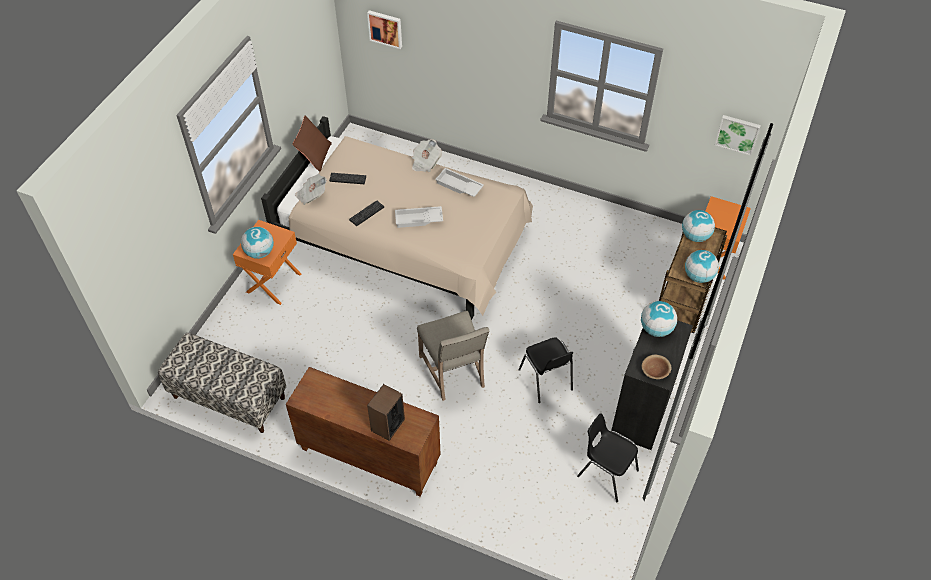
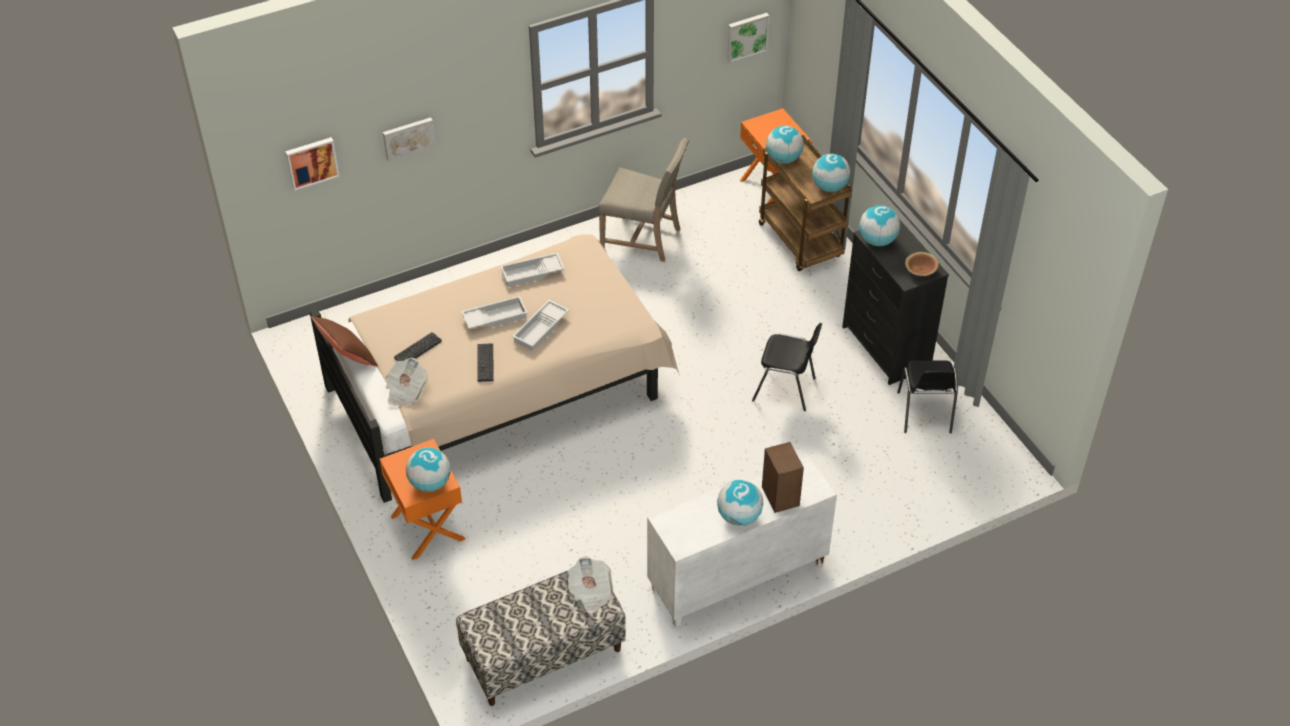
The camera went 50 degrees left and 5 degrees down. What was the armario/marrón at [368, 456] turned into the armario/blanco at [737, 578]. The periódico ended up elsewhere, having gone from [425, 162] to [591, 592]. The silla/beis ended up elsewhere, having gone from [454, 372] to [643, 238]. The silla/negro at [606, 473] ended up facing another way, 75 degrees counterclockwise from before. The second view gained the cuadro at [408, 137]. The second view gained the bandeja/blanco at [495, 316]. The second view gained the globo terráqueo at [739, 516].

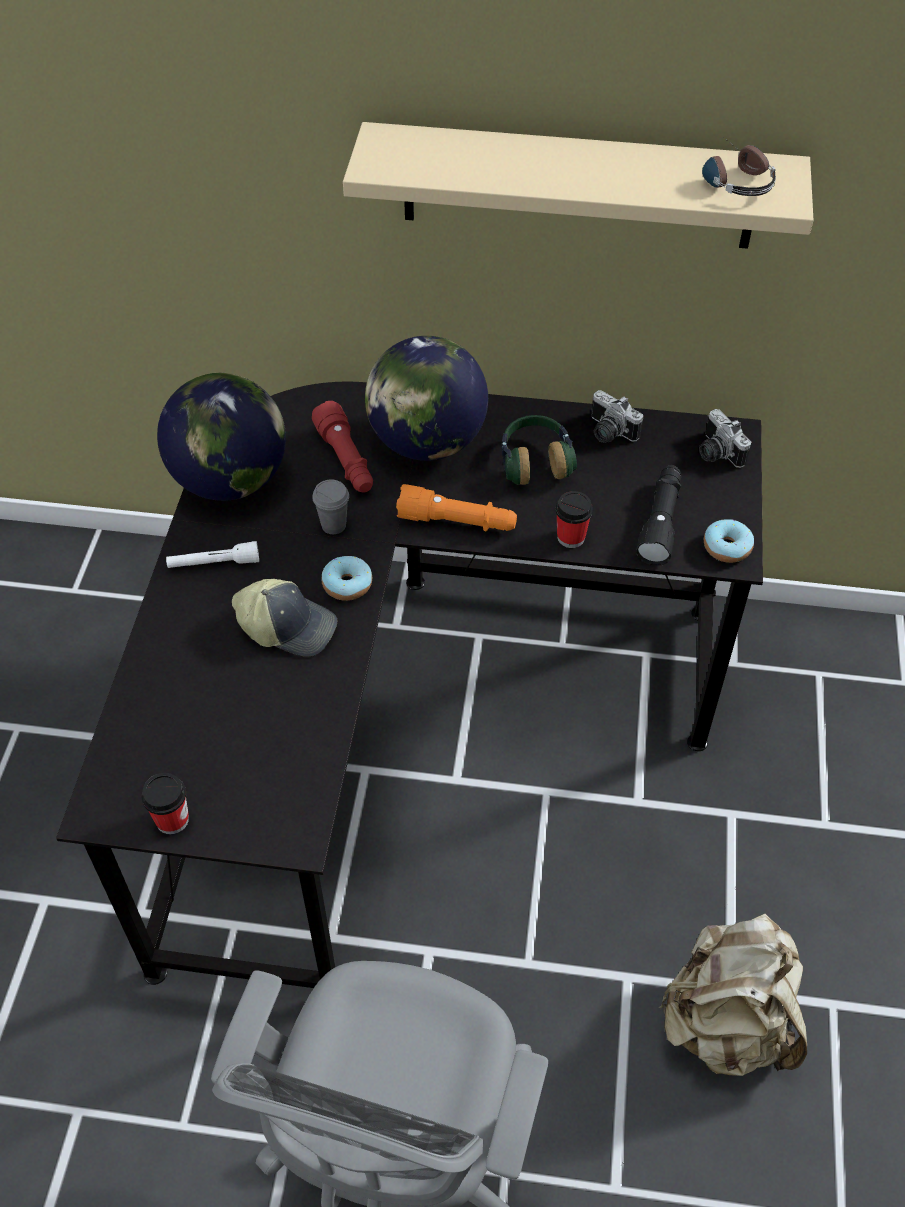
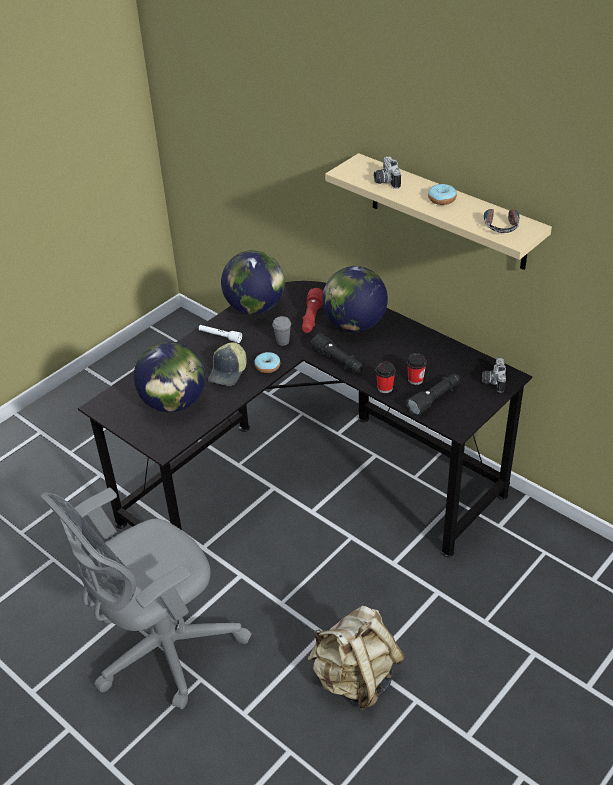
The camera went 35 degrees right and 10 degrees down. The taza ended up elsewhere, having gone from [172, 819] to [415, 379]. The gorra at [288, 626] ended up facing another way, 60 degrees clockwise from before. What was the linterna/naranja at [457, 522] turned into the linterna/negro at [338, 361]. The second view lost the auriculares at [535, 461]. The cámara ended up elsewhere, having gone from [608, 432] to [385, 181]. The rosquilla ended up elsewhere, having gone from [727, 547] to [441, 199]. The second view gained the globo terráqueo at [173, 403].

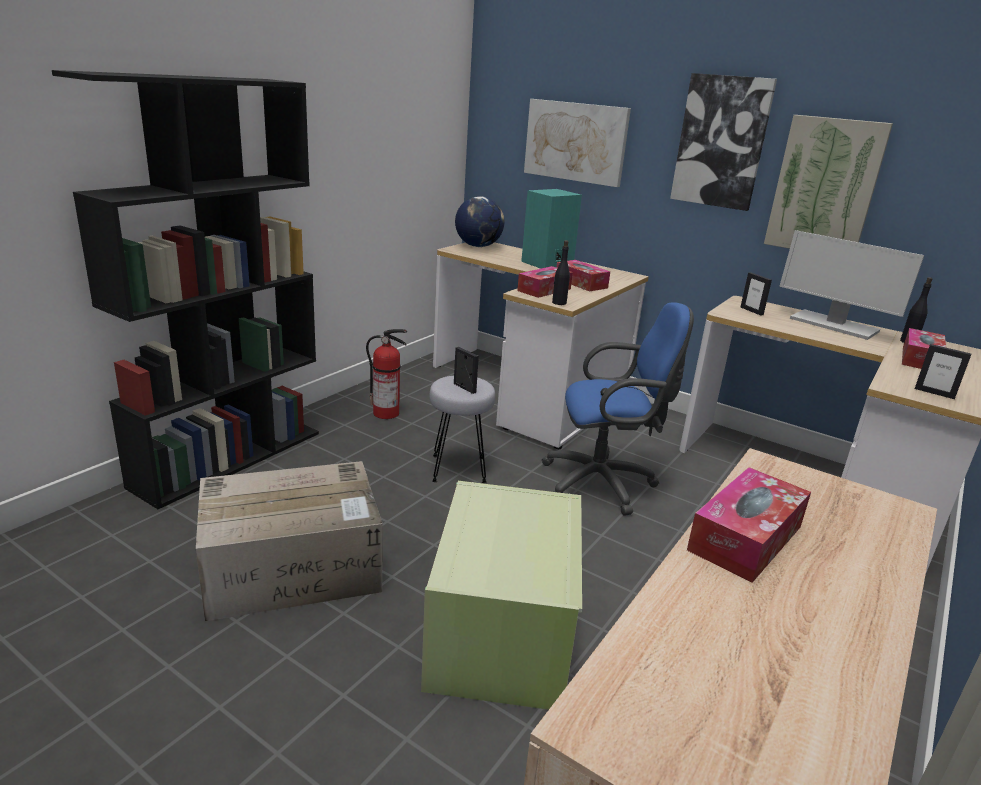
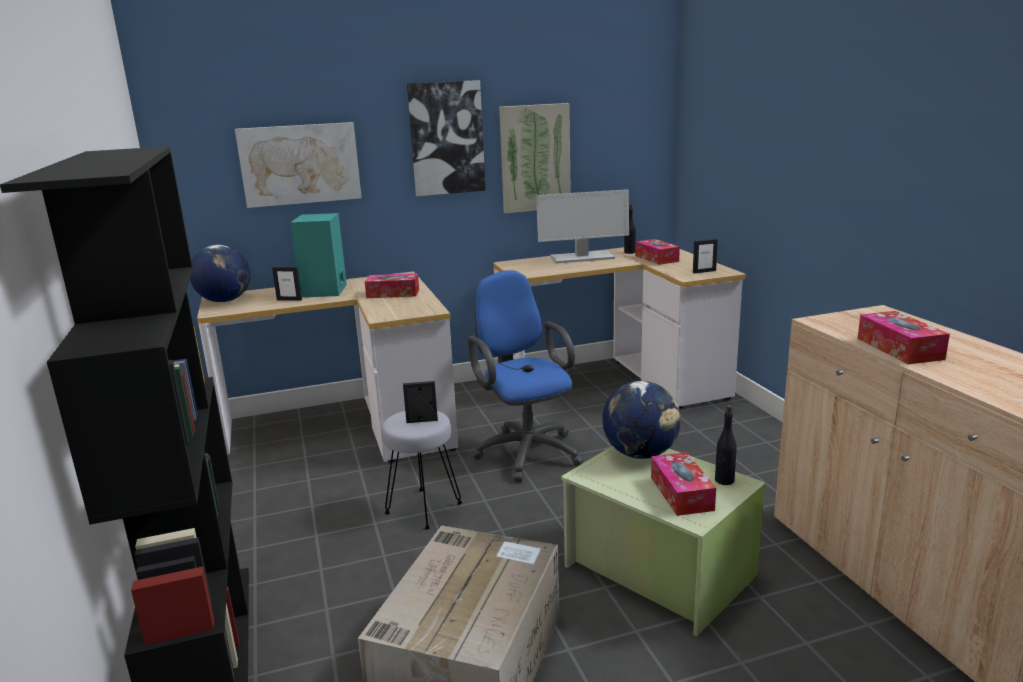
The camera went 50 degrees left and 5 degrees down. The second view lost the extintor at [387, 413]. The caja de pañuelos ended up elsewhere, having gone from [544, 290] to [681, 493]. The silla de oficina/azul at [604, 484] ended up facing another way, 60 degrees counterclockwise from before. The botella/negro ended up elsewhere, having gone from [559, 303] to [724, 480]. The portarretratos ended up elsewhere, having gone from [751, 311] to [289, 299]. The second view gained the globo terráqueo at [641, 454].

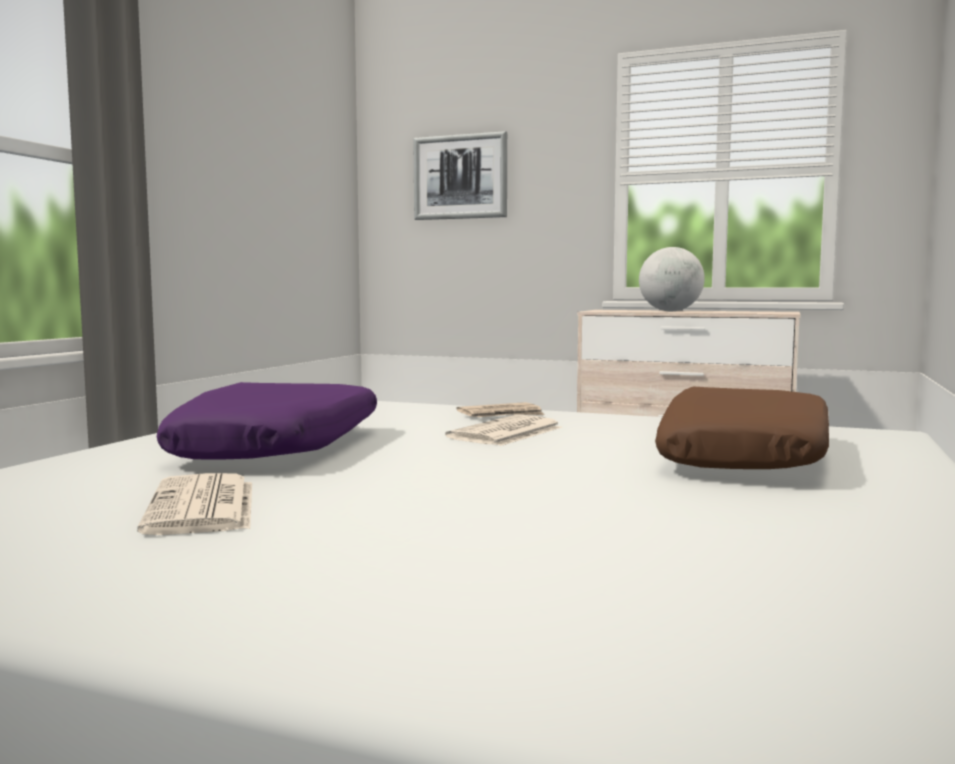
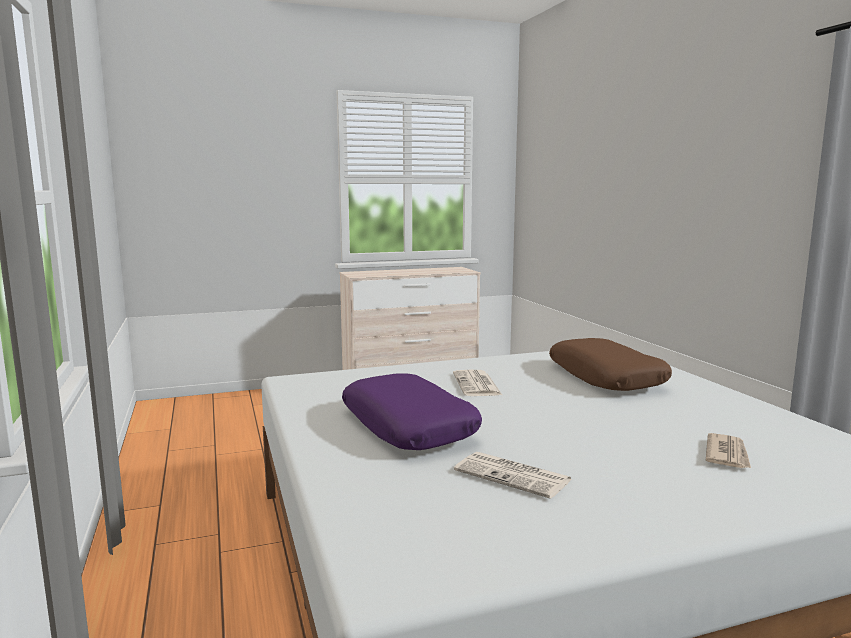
The camera went 40 degrees left and 5 degrees up. The second view lost the cuadro at [460, 177]. The periódico ended up elsewhere, having gone from [501, 415] to [727, 454]. The second view lost the globo terráqueo at [670, 311].

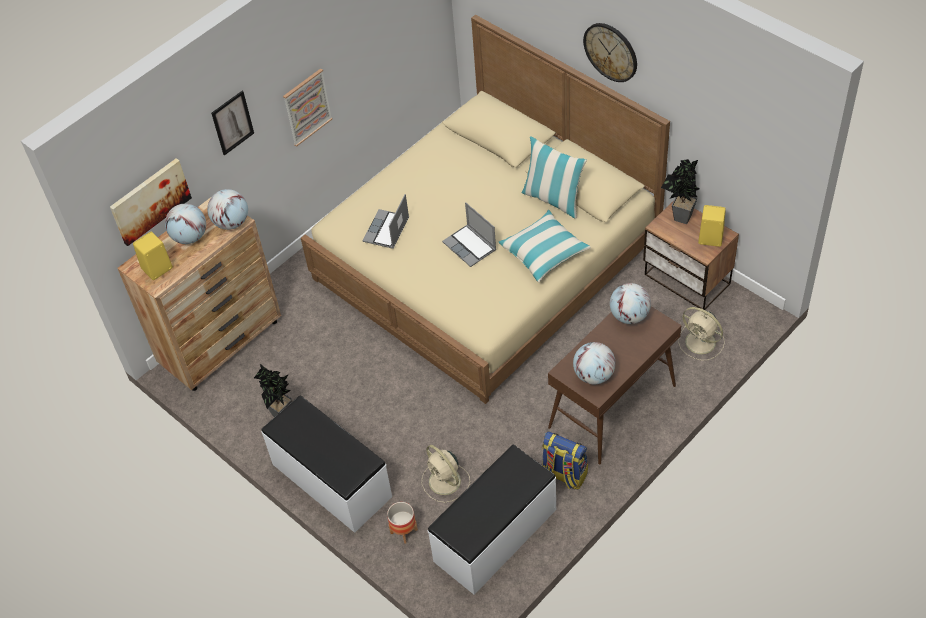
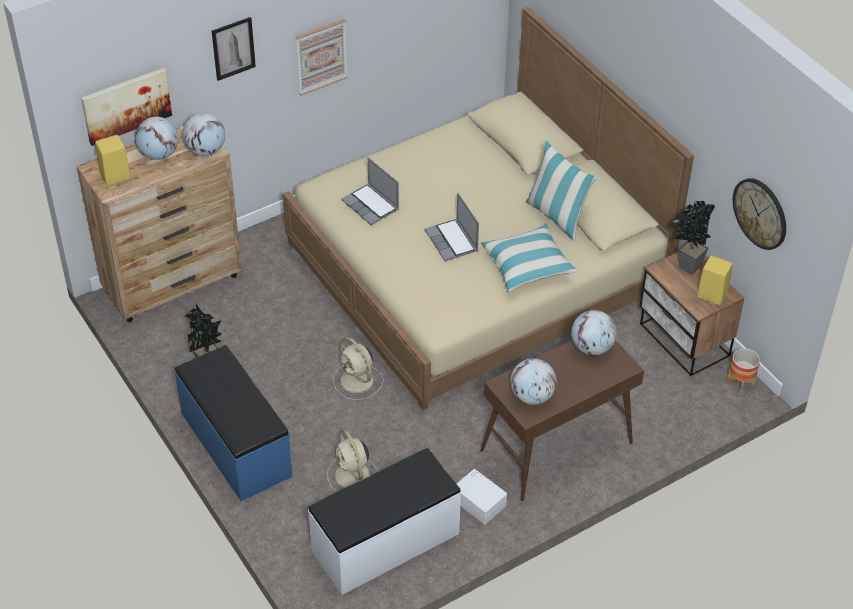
The camera went 10 degrees right and 5 degrees down. What was the banco/blanco at [331, 481] turned into the banco/azul at [235, 445]. The portátil at [387, 231] ended up facing another way, 75 degrees counterclockwise from before. The maceta ended up elsewhere, having gone from [404, 531] to [740, 383]. Where the mochila stood at [564, 475], the caja de almacenaje/blanco came to stand at [480, 501]. The reloj de pared ended up elsewhere, having gone from [611, 52] to [760, 213]. The ventilador/beis ended up elsewhere, having gone from [701, 343] to [358, 381].

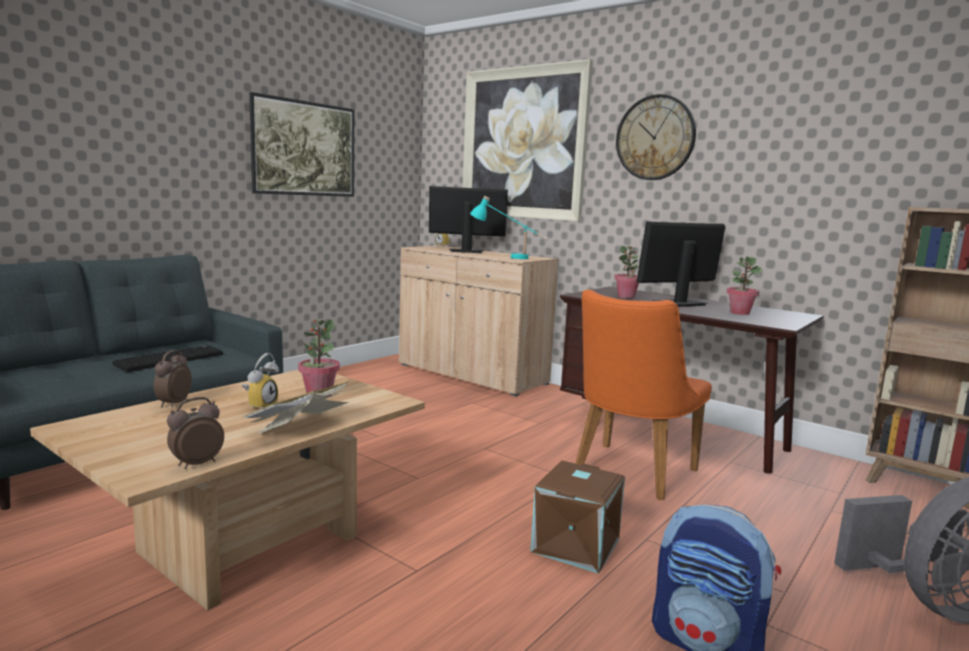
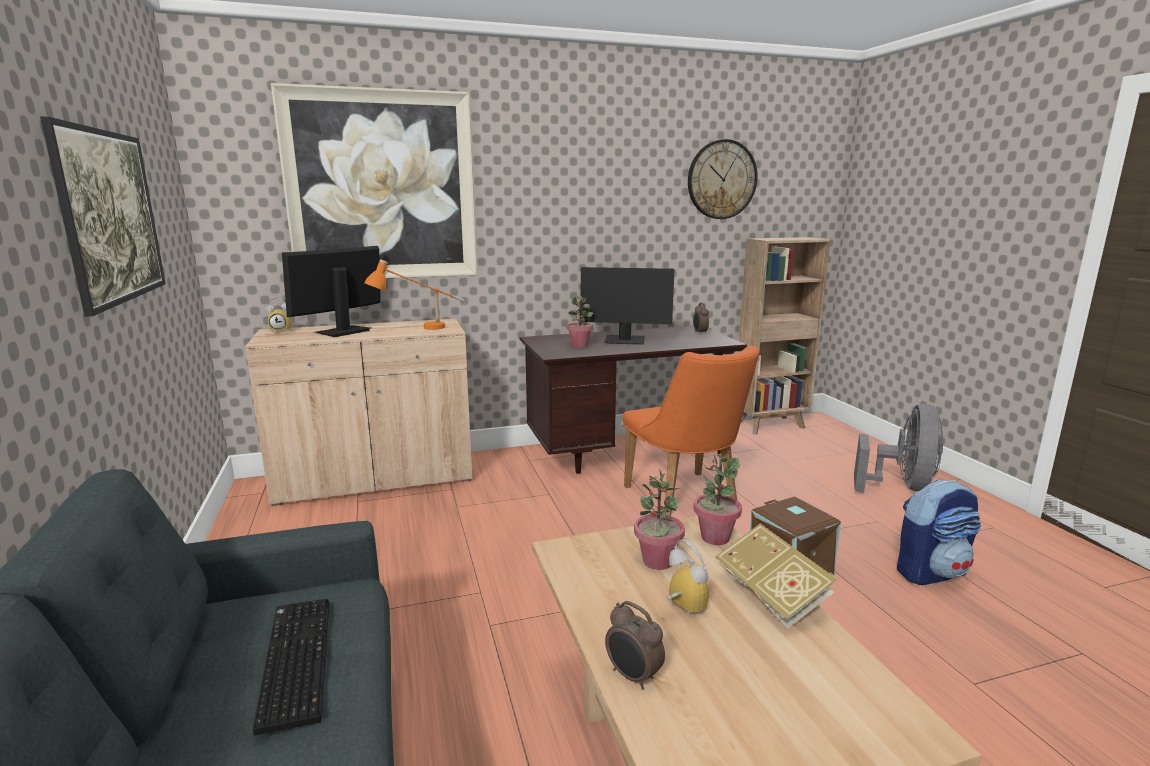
The camera went 55 degrees left and 5 degrees up. The despertador ended up elsewhere, having gone from [196, 464] to [699, 333]. What was the lámpara de mesa/turquesa at [507, 257] turned into the lámpara de mesa/naranja at [419, 329]. The reloj de pared ended up elsewhere, having gone from [655, 138] to [721, 179]. The monitor at [679, 303] ended up facing another way, 90 degrees counterclockwise from before. The planta en maceta ended up elsewhere, having gone from [739, 313] to [715, 537].

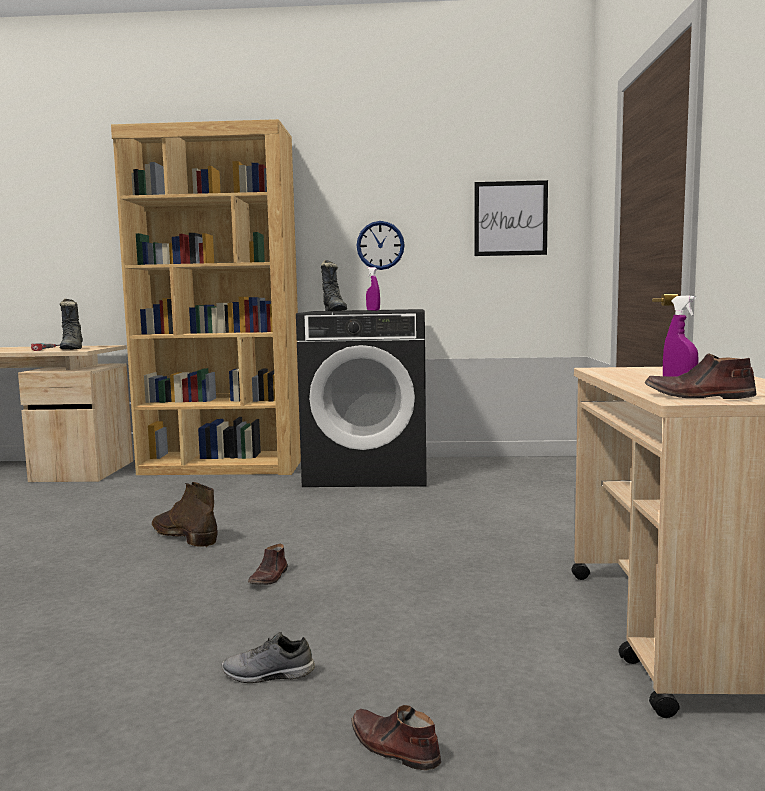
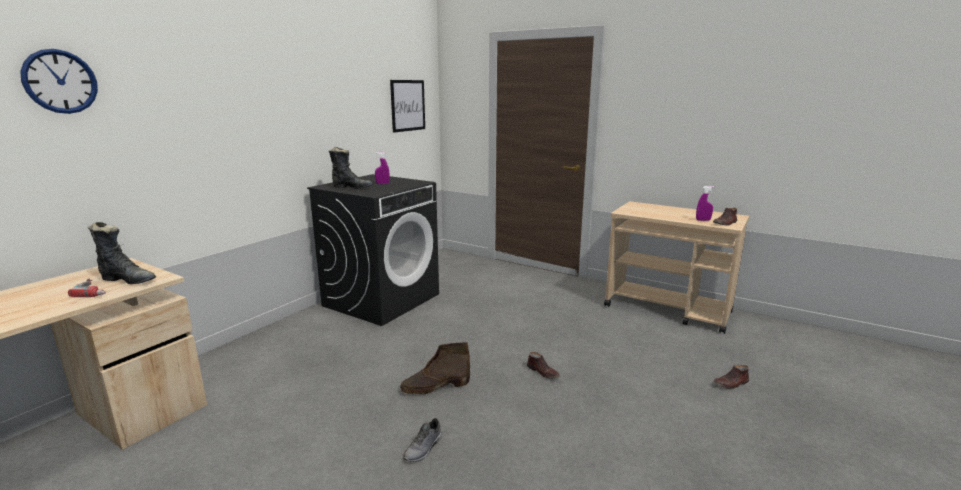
The camera went 60 degrees left and 10 degrees up. The second view lost the estantería/marrón at [223, 467]. The zapato/gris ended up elsewhere, having gone from [267, 675] to [424, 448]. The reloj de pared ended up elsewhere, having gone from [380, 245] to [60, 81].

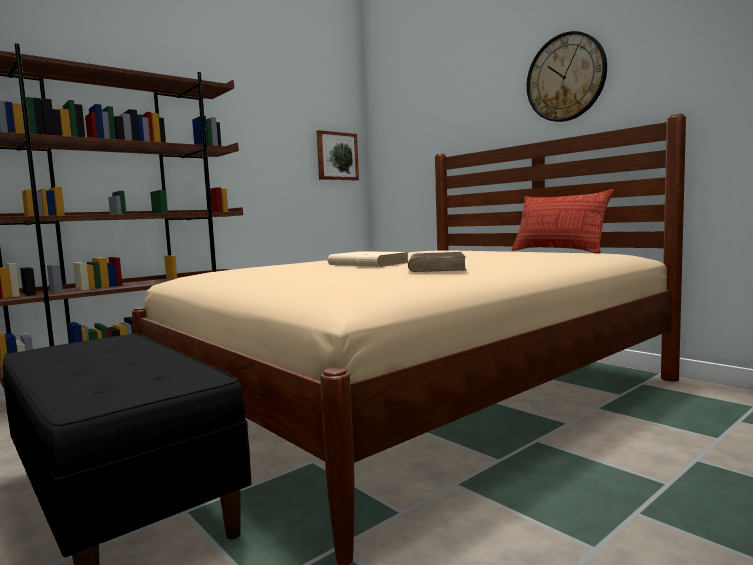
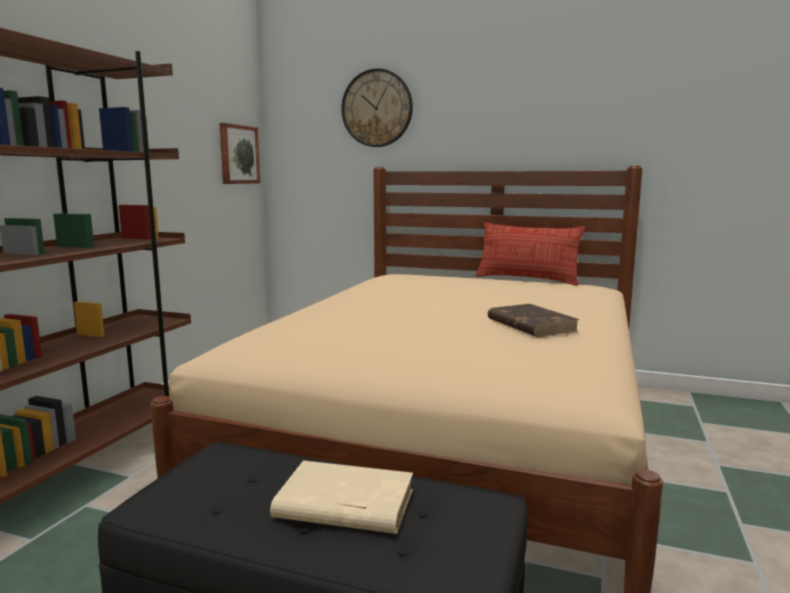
The camera went 30 degrees left and 5 degrees up. The libro/beis ended up elsewhere, having gone from [367, 264] to [343, 504]. The reloj de pared ended up elsewhere, having gone from [565, 77] to [377, 108].

